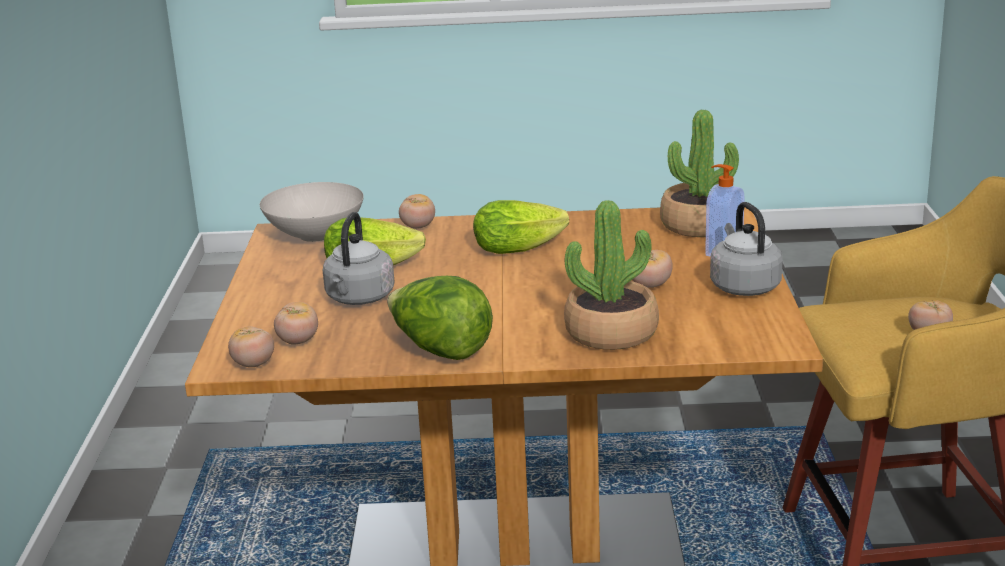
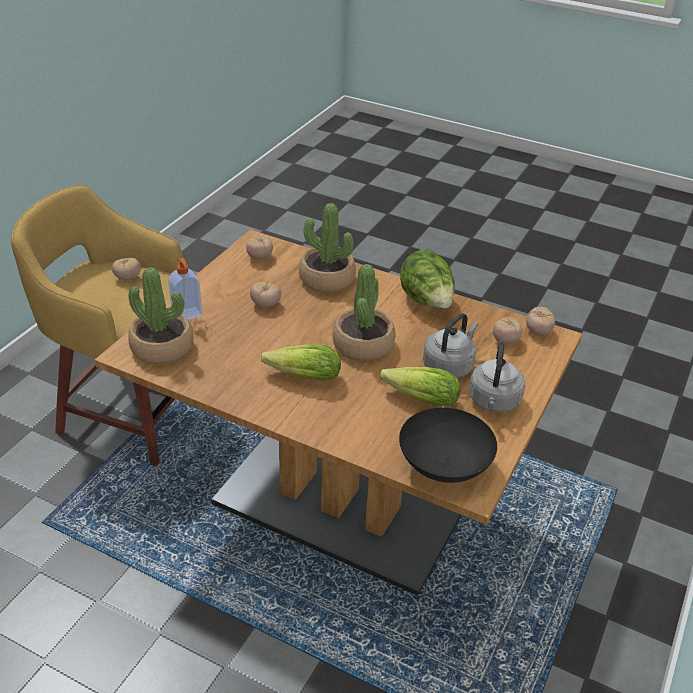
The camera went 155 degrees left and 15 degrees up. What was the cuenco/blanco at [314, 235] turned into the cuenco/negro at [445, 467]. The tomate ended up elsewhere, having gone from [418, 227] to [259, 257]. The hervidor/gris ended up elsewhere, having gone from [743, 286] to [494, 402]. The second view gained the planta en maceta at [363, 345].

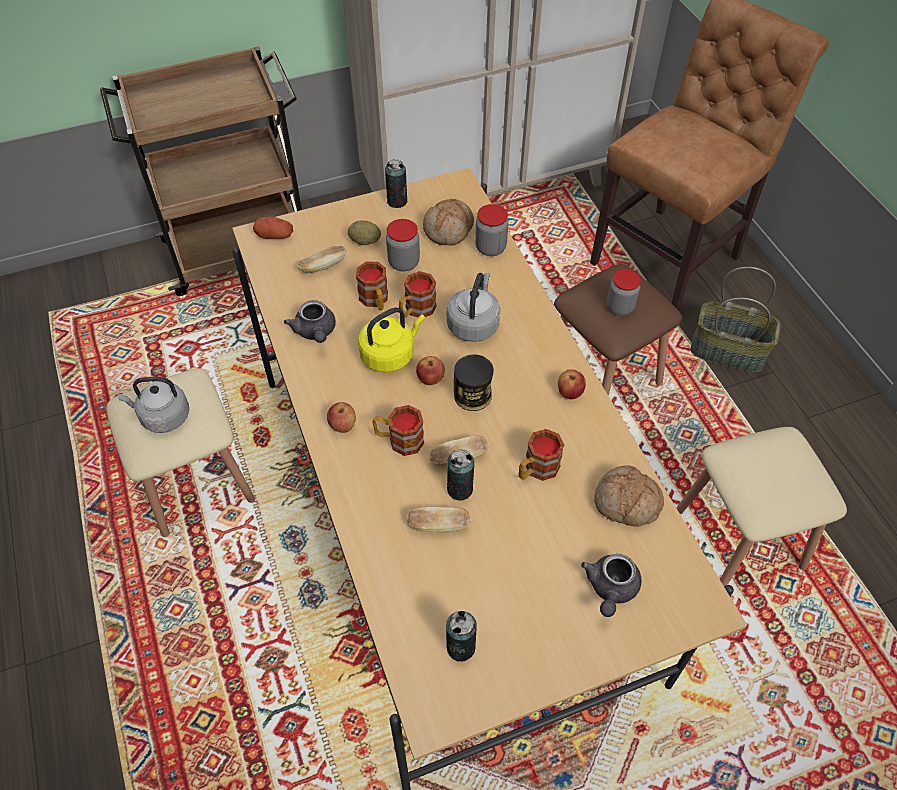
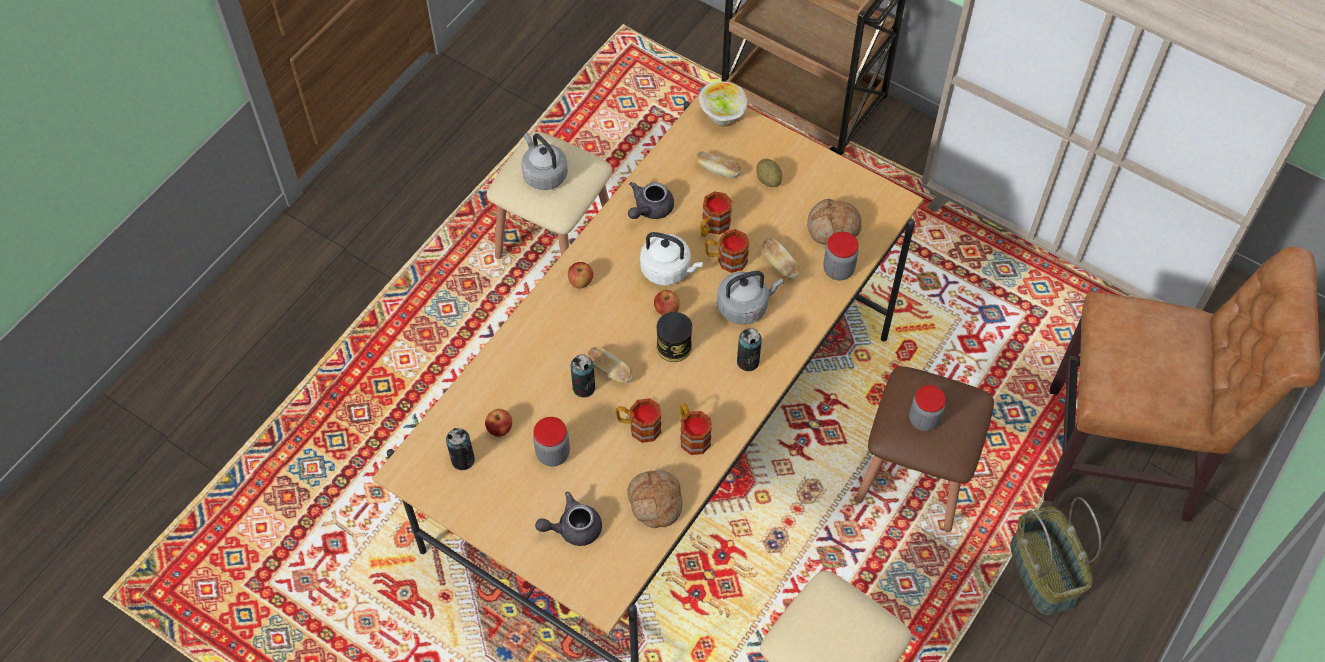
The camera went 55 degrees right and 5 degrees up. Where the patata stood at [275, 235], the cuenco came to stand at [722, 118]. What was the hervidor/amarillo at [390, 354] turned into the hervidor/blanco at [668, 270]. The taza grande ended up elsewhere, having gone from [399, 440] to [692, 435]. The lata ended up elsewhere, having gone from [397, 201] to [748, 361]. The tarro ended up elsewhere, having gone from [404, 263] to [553, 453]. The pan ended up elsewhere, having gone from [439, 525] to [779, 264]. The manzana ended up elsewhere, having gone from [570, 392] to [500, 429].

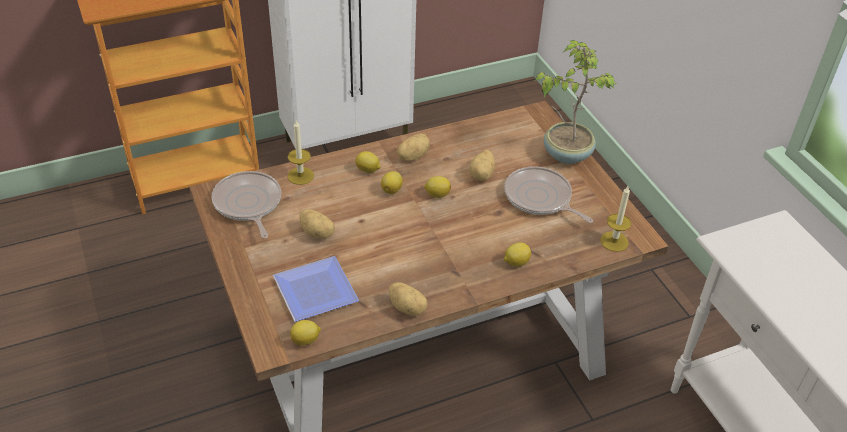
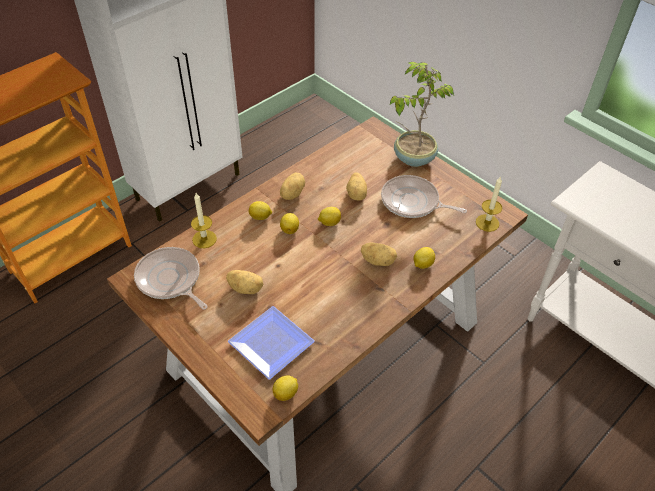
The camera went 20 degrees left and 5 degrees up. The patata ended up elsewhere, having gone from [408, 307] to [378, 260].

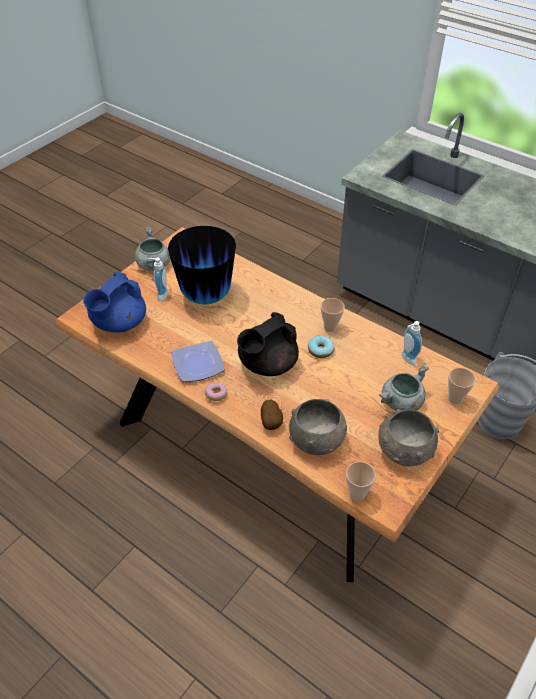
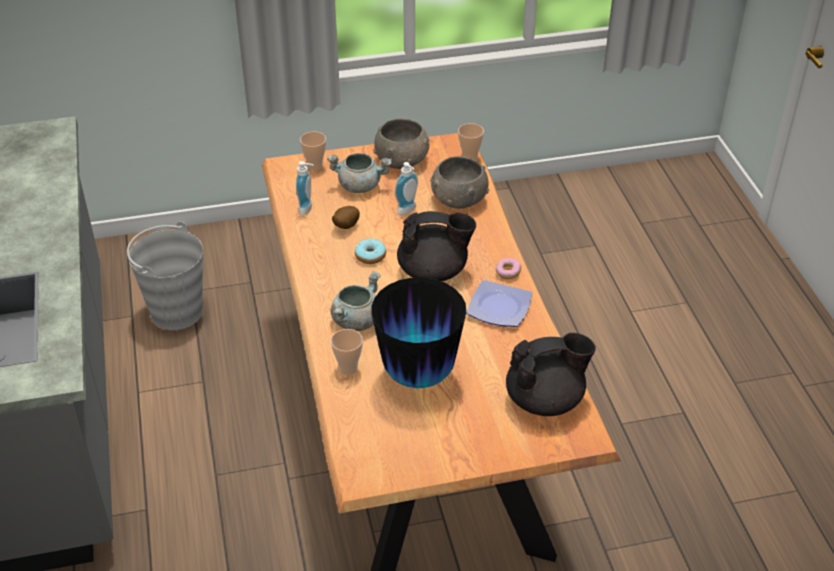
The camera went 140 degrees left and 5 degrees down. What was the tetera/azul at [119, 323] turned into the tetera/negro at [545, 399]. The olla/gris ended up elsewhere, having gone from [154, 265] to [356, 320]. The dispensador de jabón ended up elsewhere, having gone from [160, 294] to [408, 211]. The patata ended up elsewhere, having gone from [271, 422] to [345, 226]. The taza ended up elsewhere, having gone from [330, 327] to [348, 368].

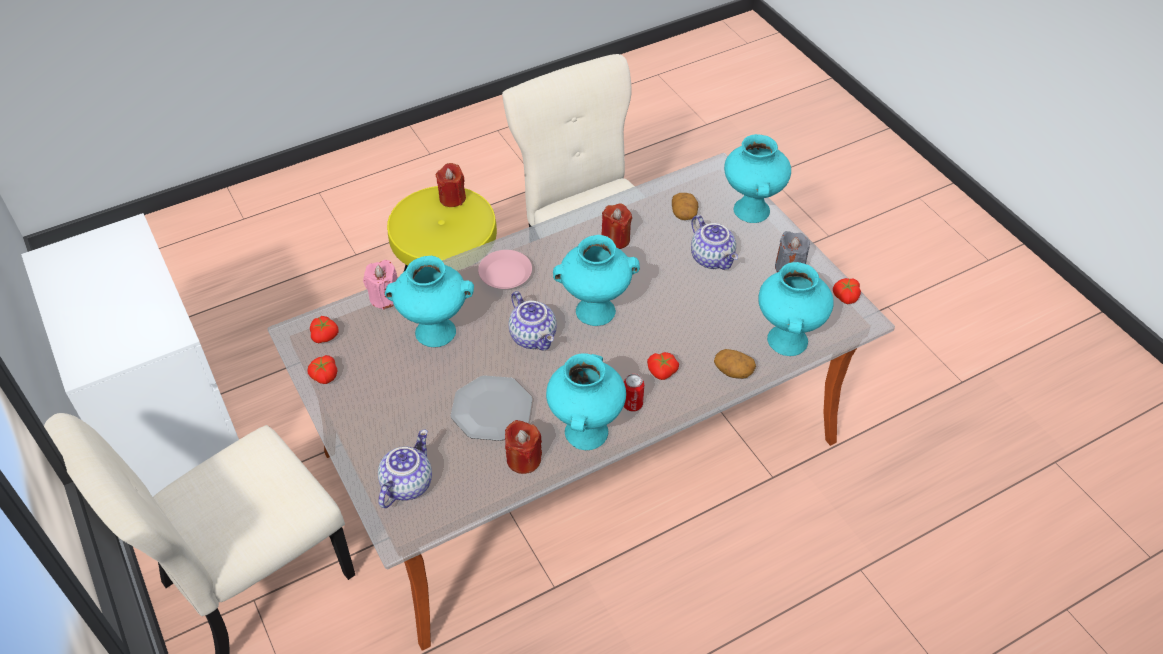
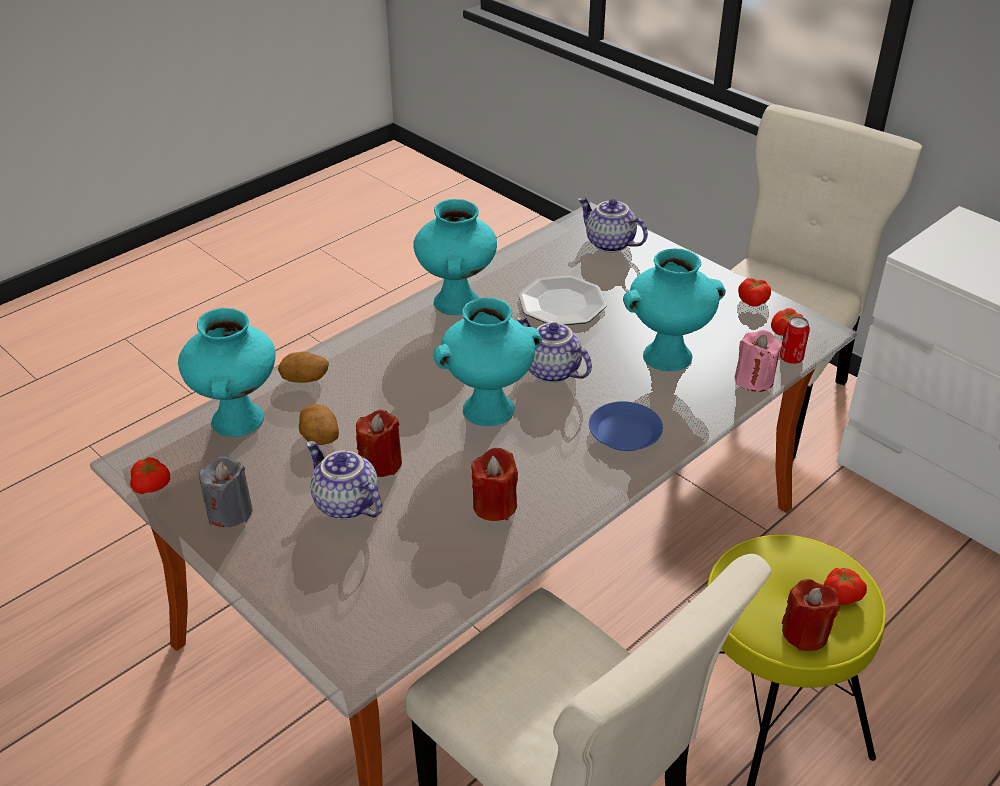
The camera went 165 degrees right and 10 degrees down. The tetera at [406, 483] ended up facing another way, 120 degrees clockwise from before. What was the plato/rosa at [505, 274] turned into the plato/azul at [624, 432]. The vela/rojo ended up elsewhere, having gone from [523, 459] to [380, 463]. The lata ended up elsewhere, having gone from [632, 404] to [791, 358]. The tomate ended up elsewhere, having gone from [662, 372] to [840, 594]. The patata ended up elsewhere, having gone from [684, 214] to [319, 435]. The second view lost the florero/turquesa at [750, 209].

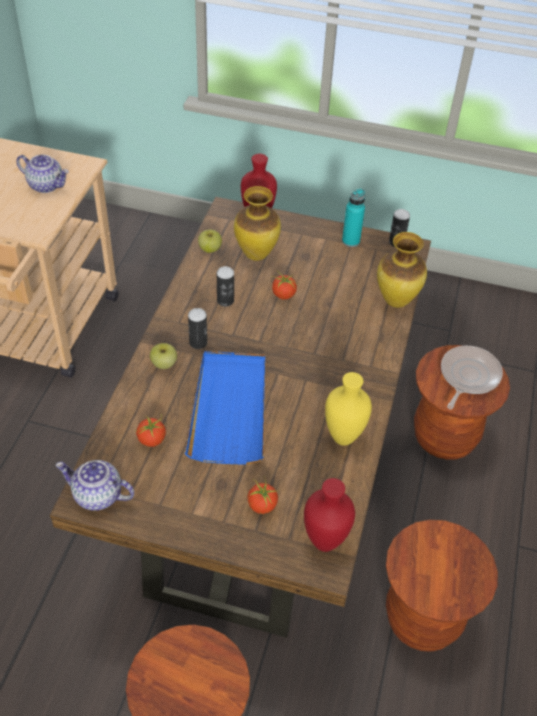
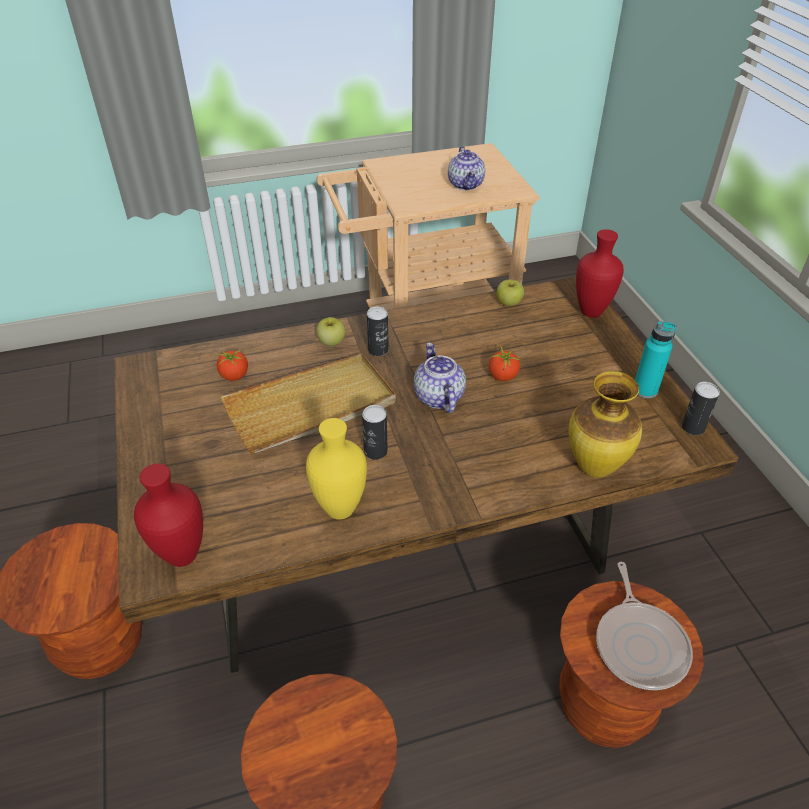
The camera went 60 degrees right and 5 degrees down. The tetera ended up elsewhere, having gone from [97, 496] to [438, 396]. What was the bandeja/azul at [229, 409] turned into the bandeja/beis at [311, 407]. The lata ended up elsewhere, having gone from [225, 300] to [375, 451]. The second view lost the florero at [256, 254]. The second view lost the tomate at [262, 505]. The sartén at [468, 376] ended up facing another way, 90 degrees clockwise from before.

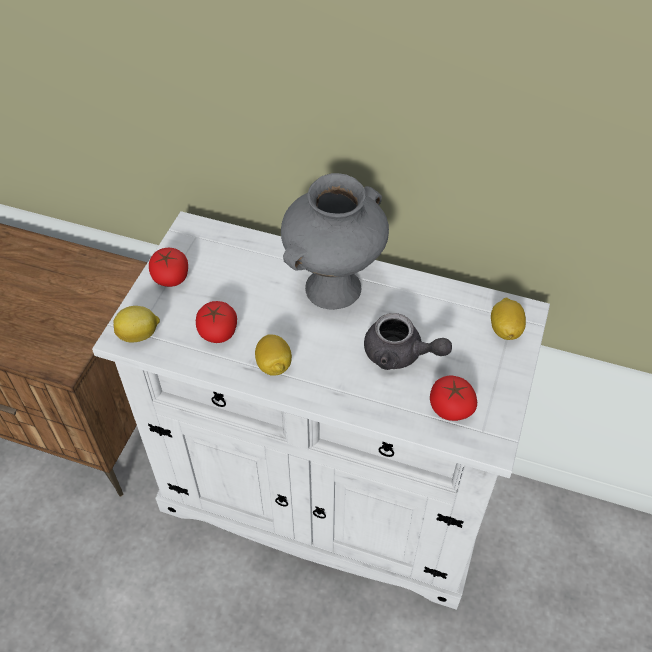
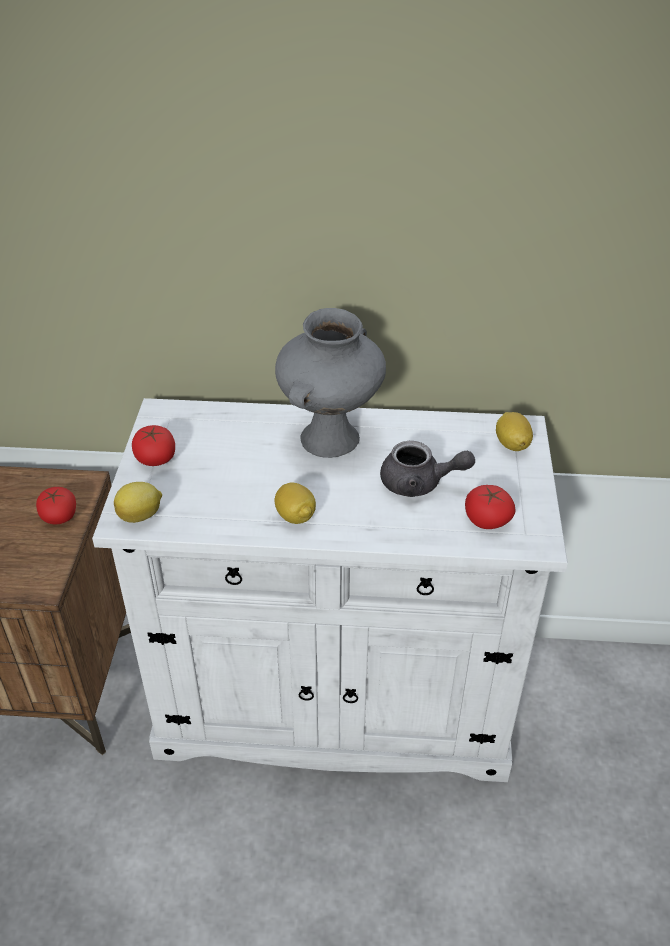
The camera went 15 degrees left and 10 degrees down. The tomate ended up elsewhere, having gone from [217, 332] to [59, 516].

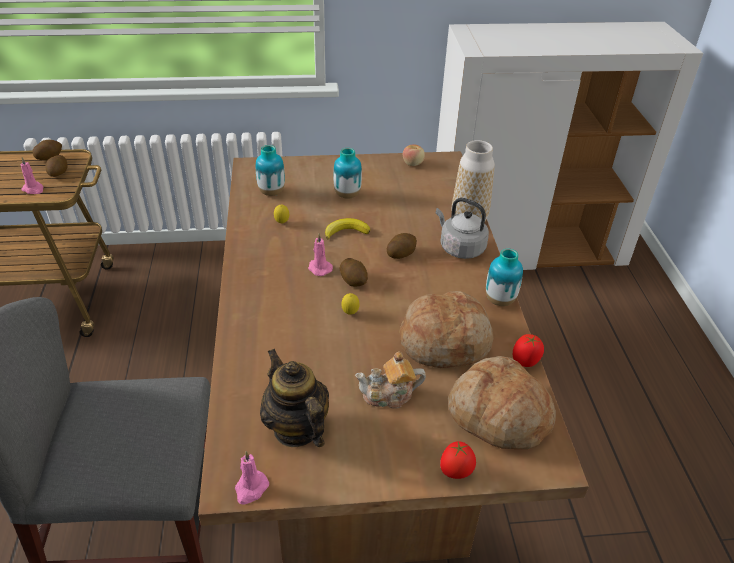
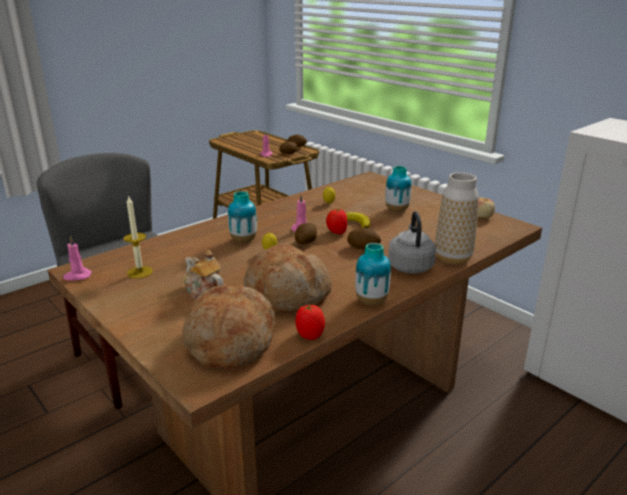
The camera went 55 degrees right and 15 degrees down. The florero ended up elsewhere, having gone from [271, 192] to [243, 240]. Where the tetera stood at [296, 428], the vela came to stand at [140, 272]. The tomate ended up elsewhere, having gone from [456, 472] to [336, 232].

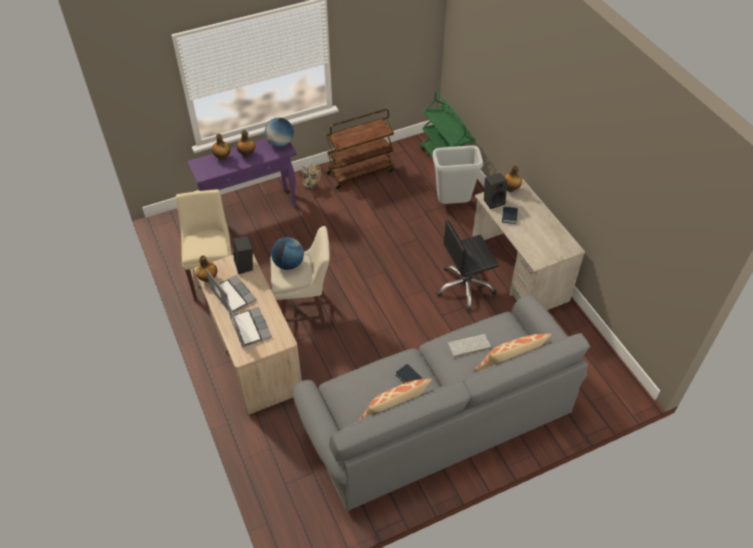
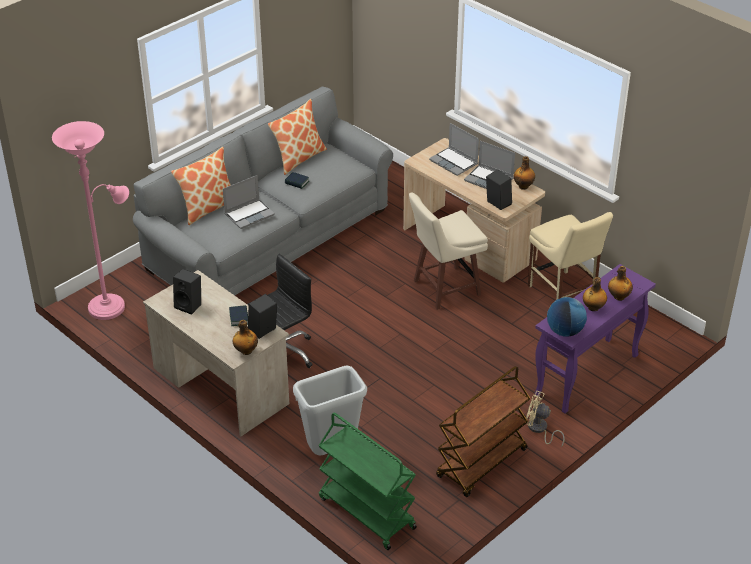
The camera went 160 degrees right and 10 degrees down. The second view lost the globo terráqueo at [288, 264]. Where the teclado stood at [469, 346], the portátil came to stand at [249, 214]. The second view gained the lámpara de pie/rosa at [110, 305]. The second view gained the altavoz/negro at [189, 305].

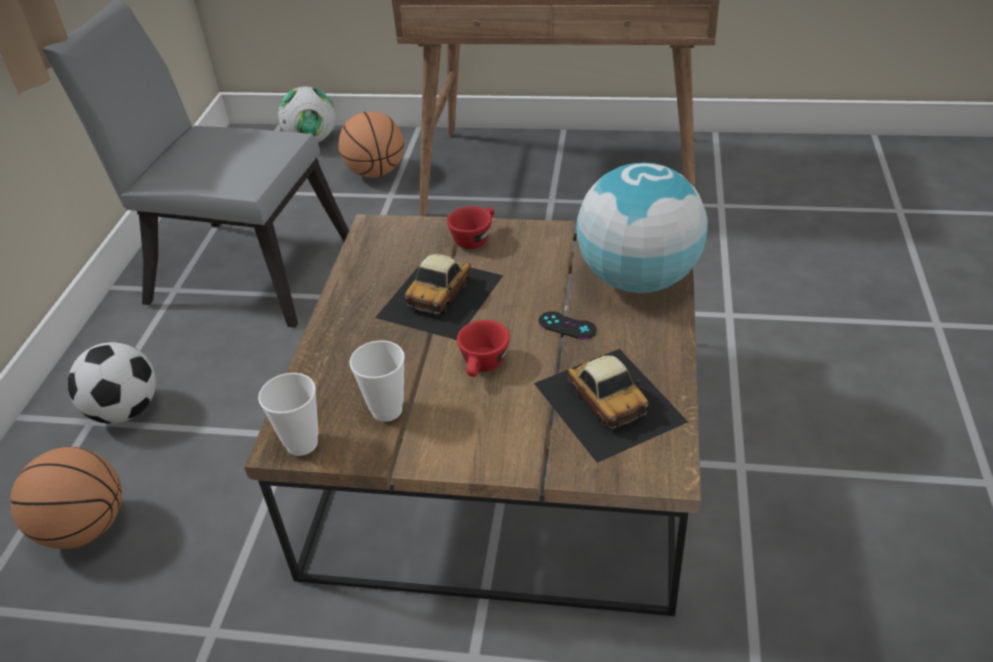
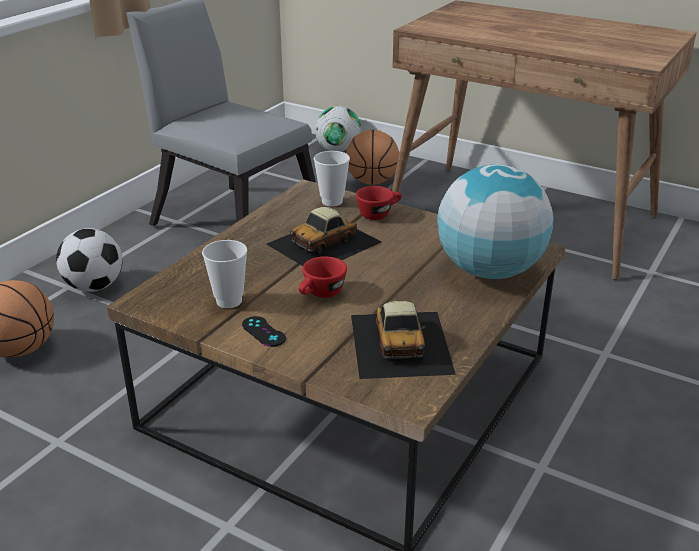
The camera went 20 degrees right and 10 degrees down. The taza ended up elsewhere, having gone from [302, 443] to [332, 201]. The mando de consola/negro ended up elsewhere, having gone from [567, 326] to [263, 332].

